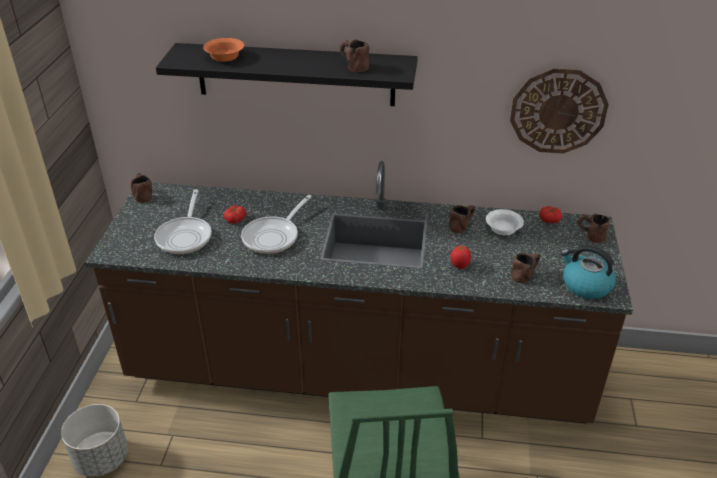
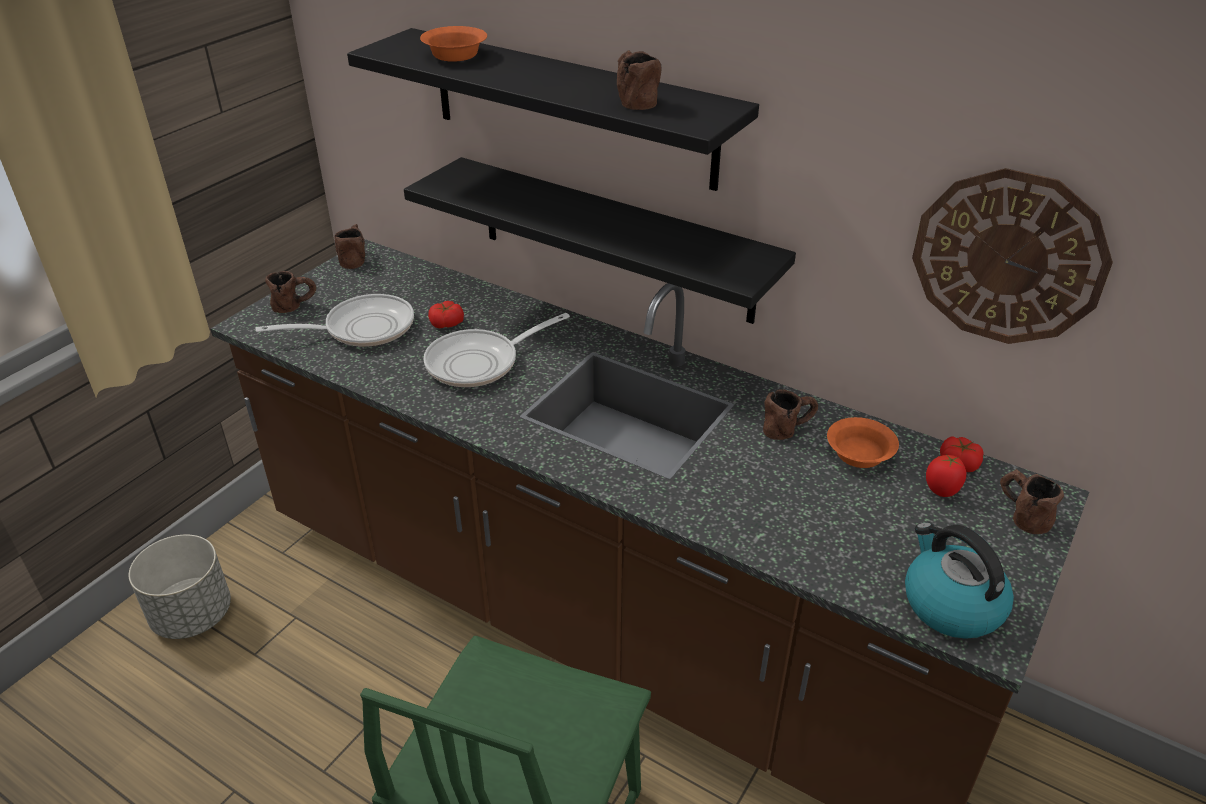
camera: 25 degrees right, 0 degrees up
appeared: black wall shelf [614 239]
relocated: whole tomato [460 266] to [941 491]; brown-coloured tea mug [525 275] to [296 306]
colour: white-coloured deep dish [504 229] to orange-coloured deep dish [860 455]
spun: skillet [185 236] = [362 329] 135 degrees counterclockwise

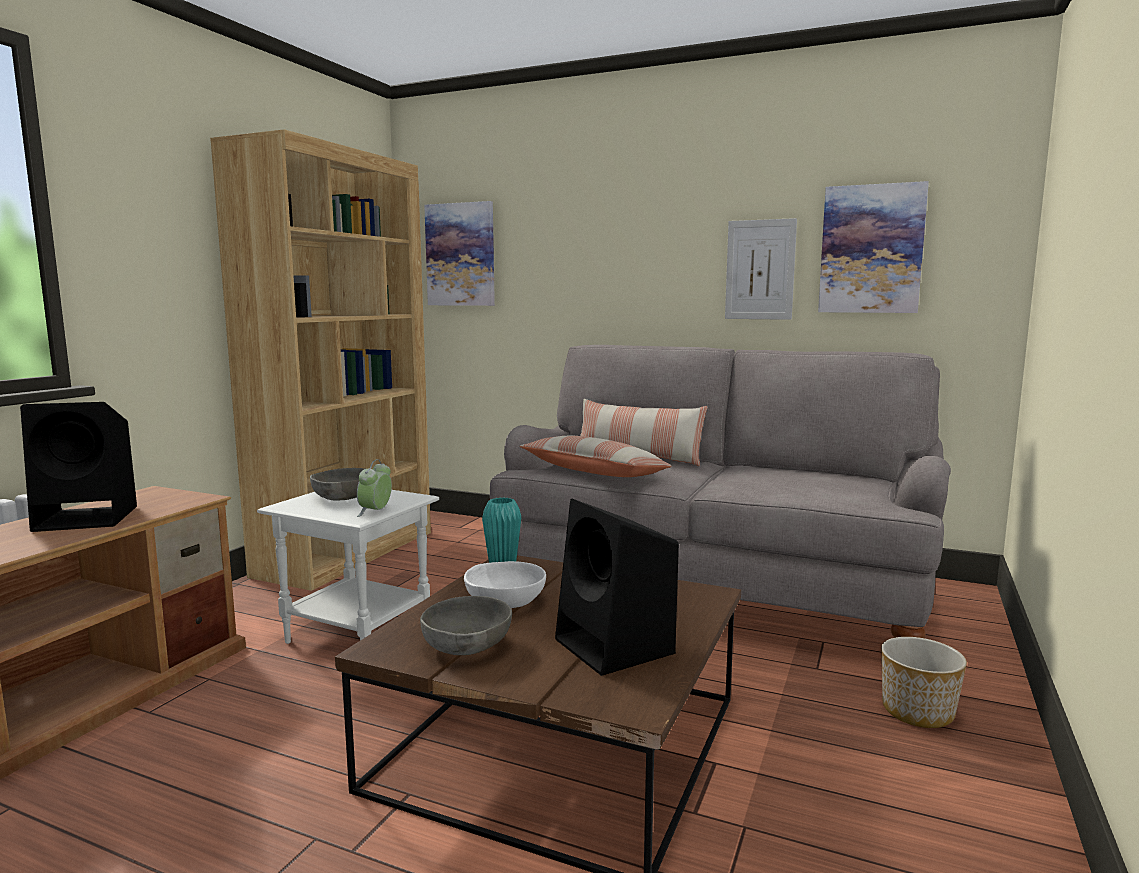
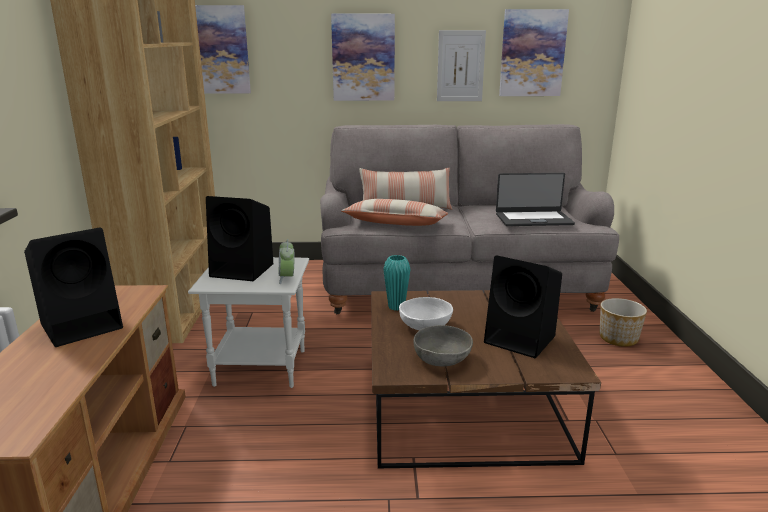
camera: 25 degrees left, 10 degrees up
appeared: picture [363 58]; laptop [533 219]
exchanged: greyish deep dish [345 498] to black loudspeaker [244 270]

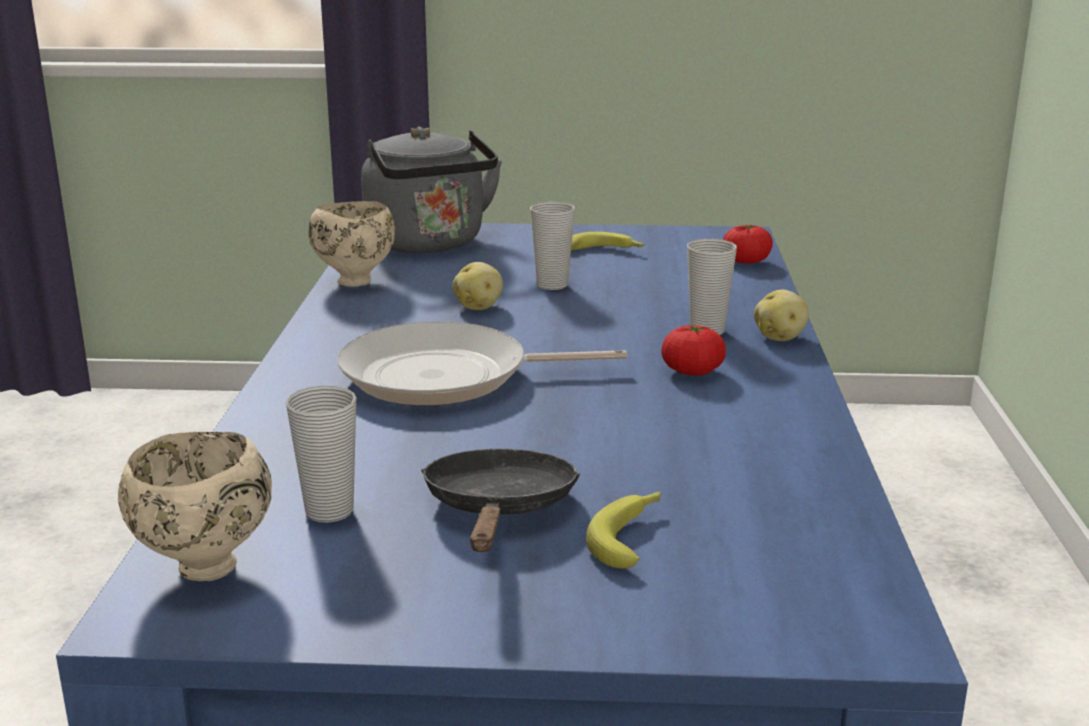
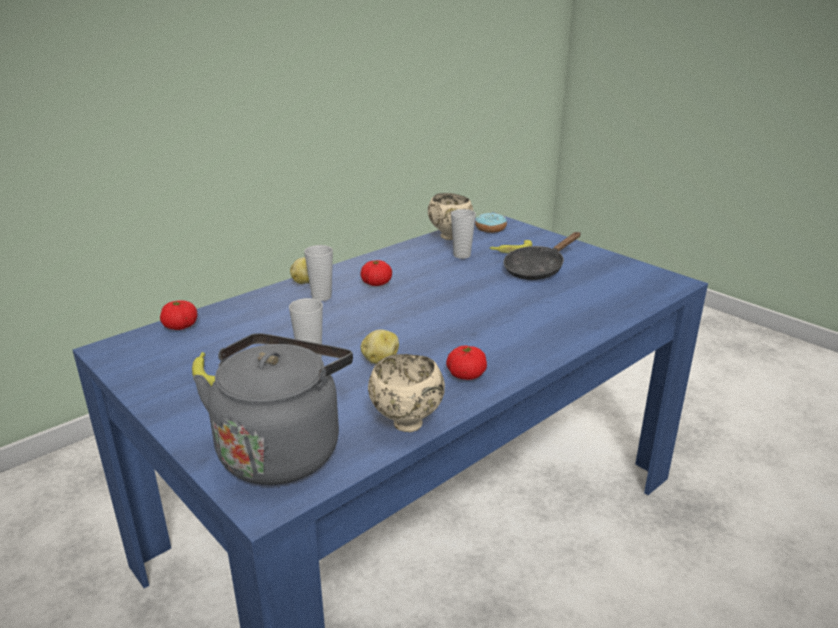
camera: 135 degrees left, 5 degrees up
missing: skillet [446 377]
appeared: whole tomato [466 375]; donut [490 228]
relocated: beige-coloured deep dish [203 569] to [450 237]; drinking cup [329 511] to [462 255]

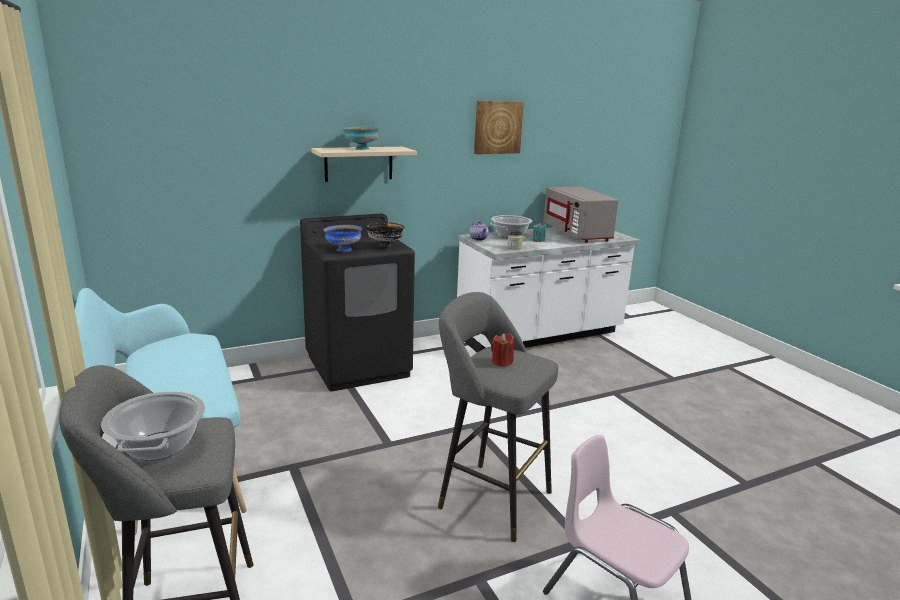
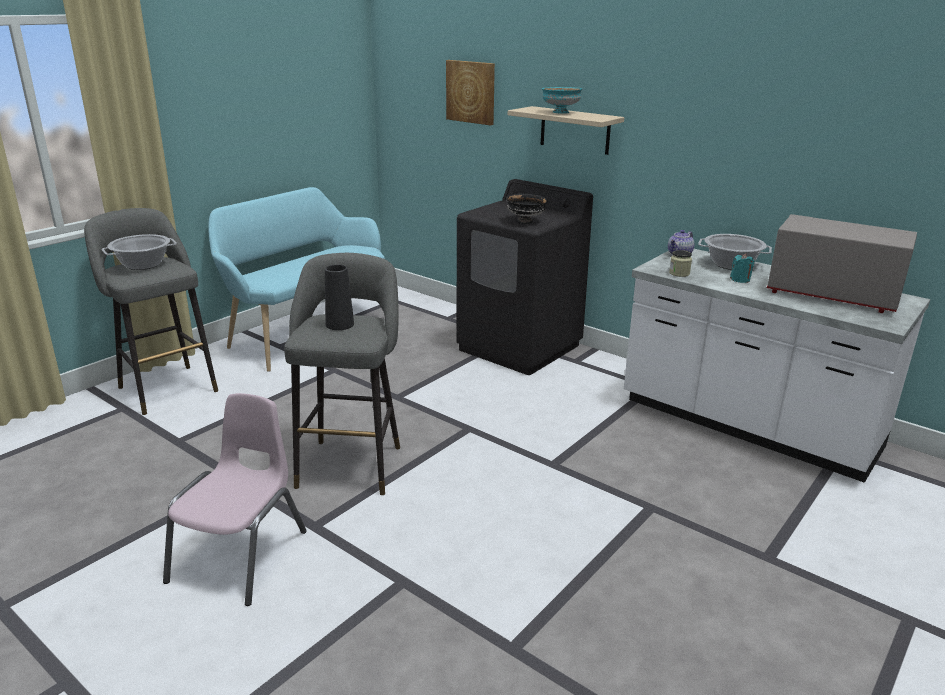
camera: 65 degrees right, 5 degrees up
missing: bluish deep dish [343 250]
relocated: picture [497 127] to [471 92]
exchanged: red candle [502 362] to black flower vase [339 324]
spun: greyish kitchen microwave [577 234] = [831 295] 75 degrees clockwise

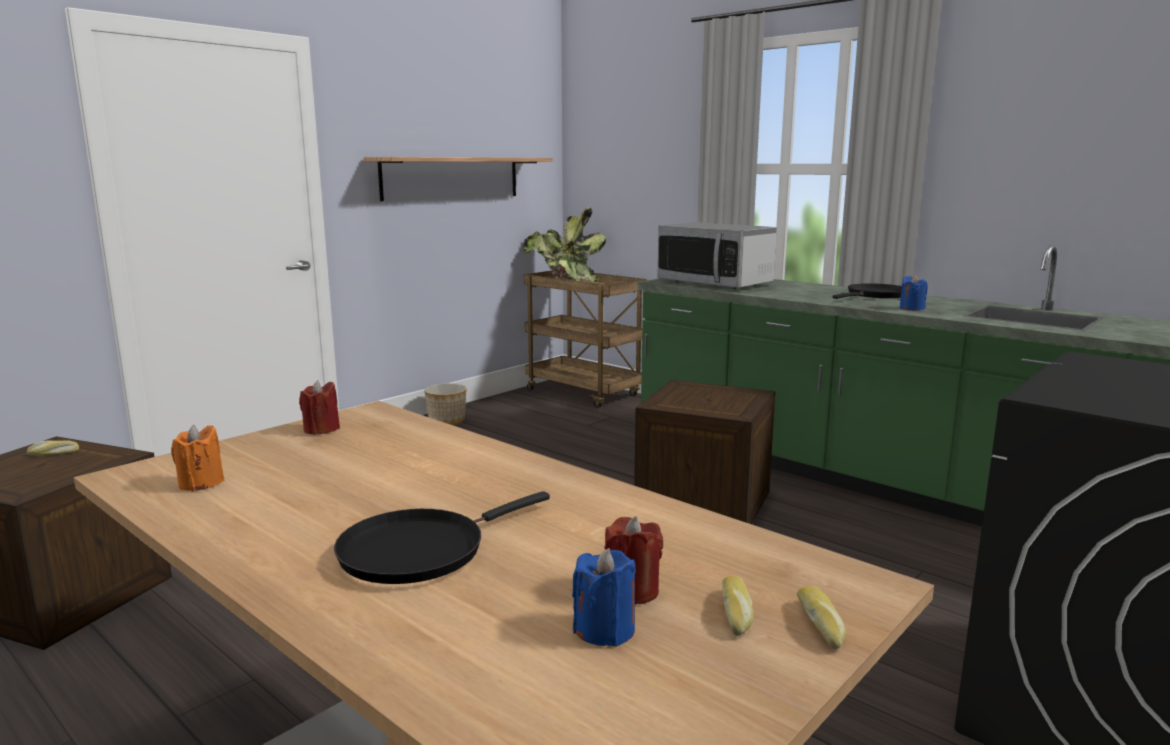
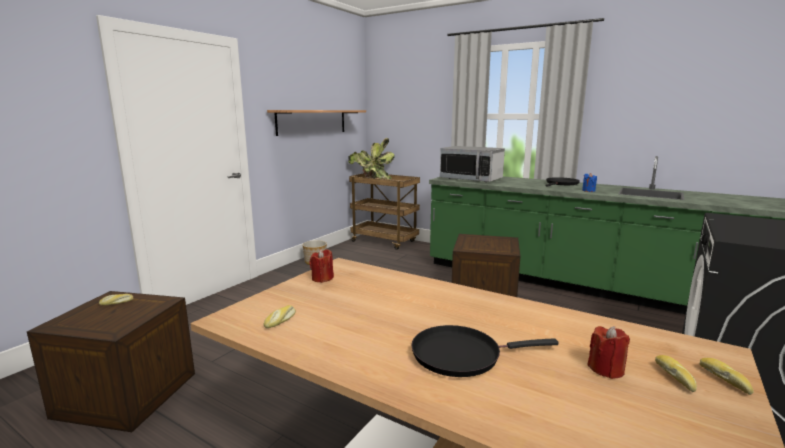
camera: 10 degrees left, 0 degrees up
missing: bluish candle [605 630]
exchanged: orange-coloured candle [201 483] to baked bread [281 321]
spun: black skillet [420 550] = [461 355] 45 degrees clockwise

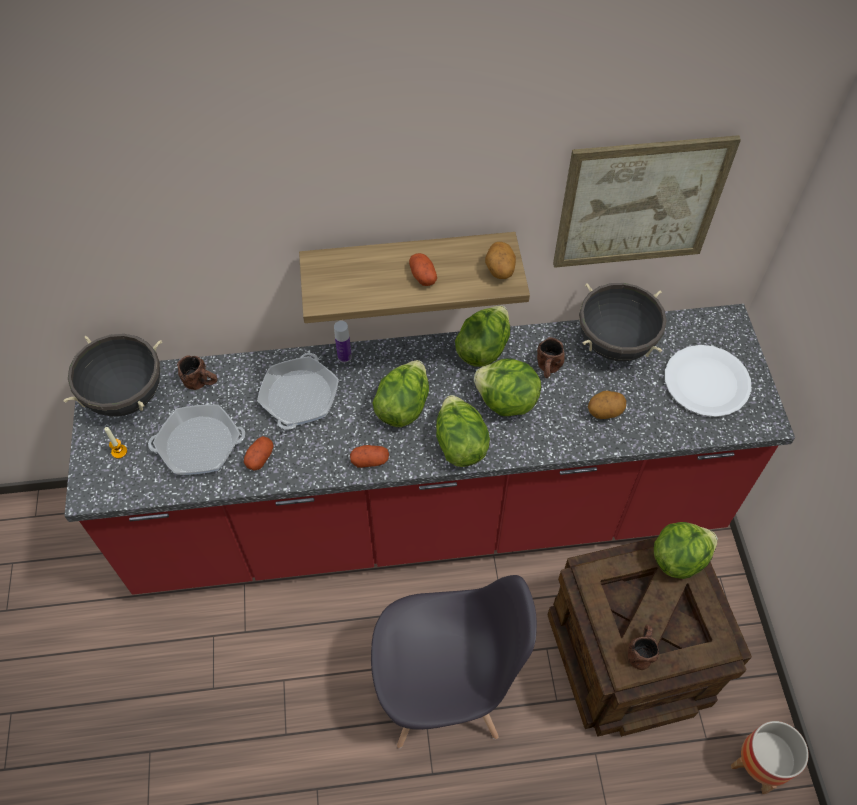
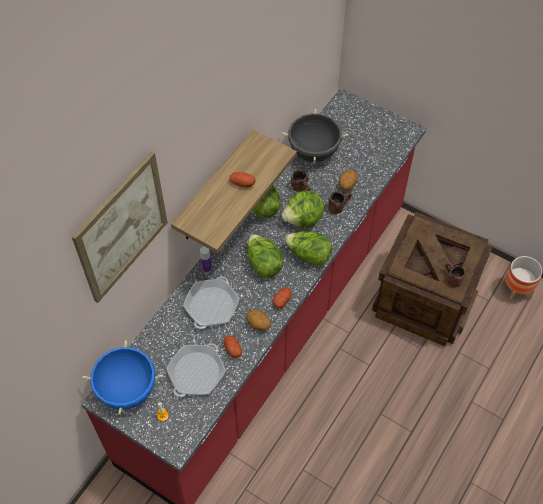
camera: 50 degrees left, 0 degrees up
missing: greyish chair [444 693]; lettuce [678 558]; white-coloured flat dish [706 382]
relocated: brown-coloured tea mug [202 383] to [340 206]; potato [499 270] to [258 325]; picture [639 203] to [122 228]
colour: black cooking pot [126 396] to bluish cooking pot [127 390]
spun: skillet [299 396] = [211 306] 60 degrees clockwise

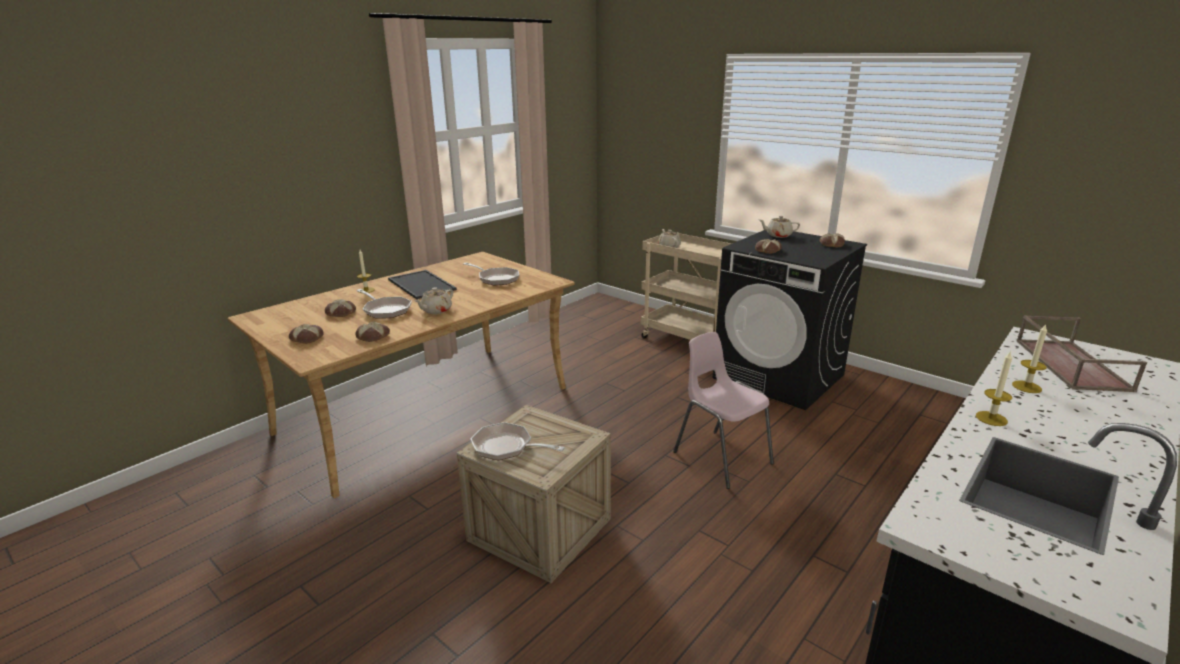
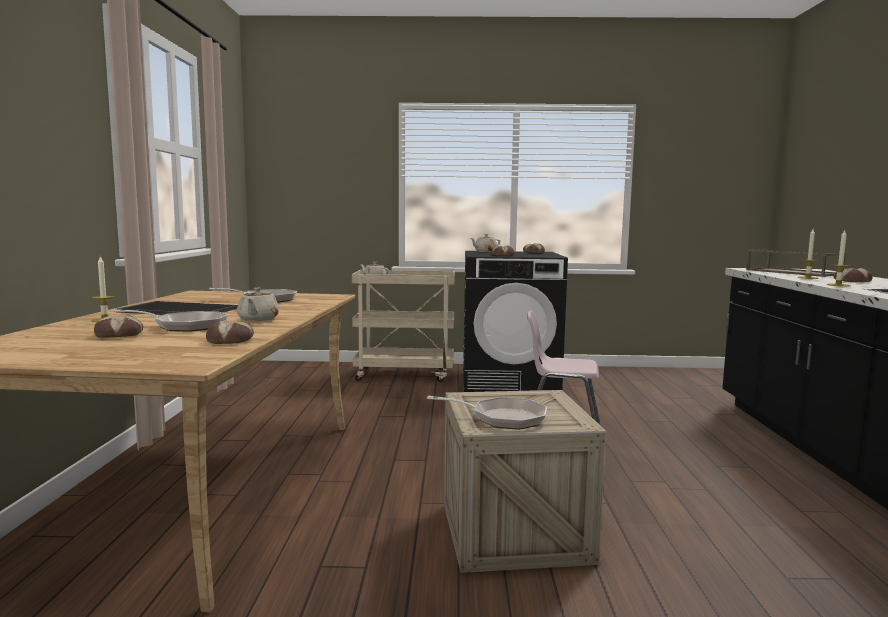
camera: 40 degrees left, 15 degrees down
relocated: baked bread [307 338] to [851 281]
spun: skillet [507 447] = [502 418] 150 degrees counterclockwise

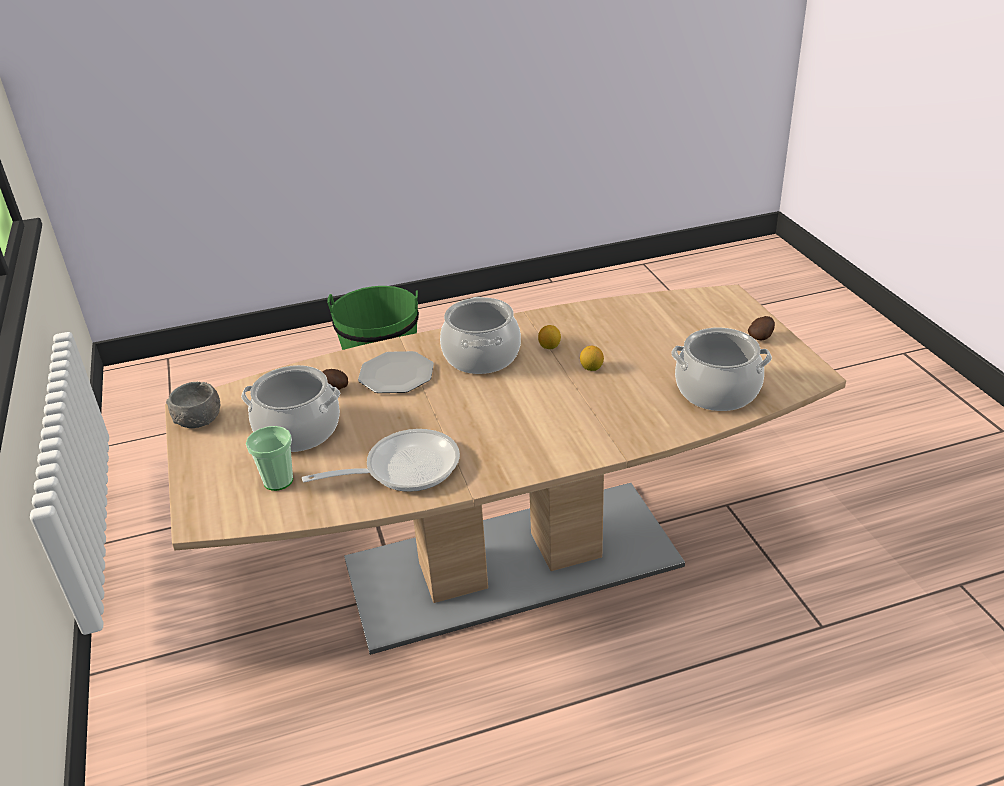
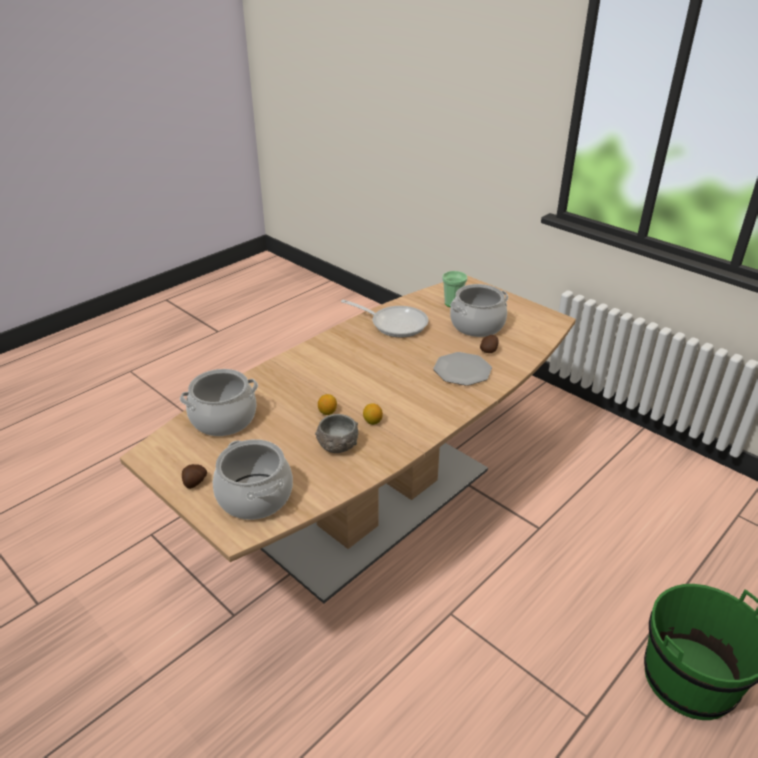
camera: 150 degrees right, 0 degrees up
relocated: greyish deep dish [198 419] to [338 445]; cooking pot [481 356] to [255 496]
spun: skillet [404 468] = [394 323] 105 degrees counterclockwise

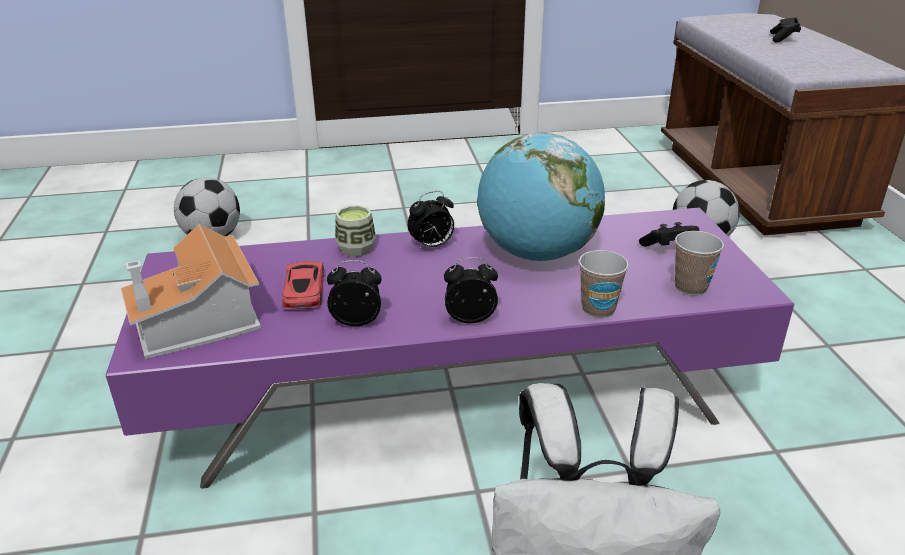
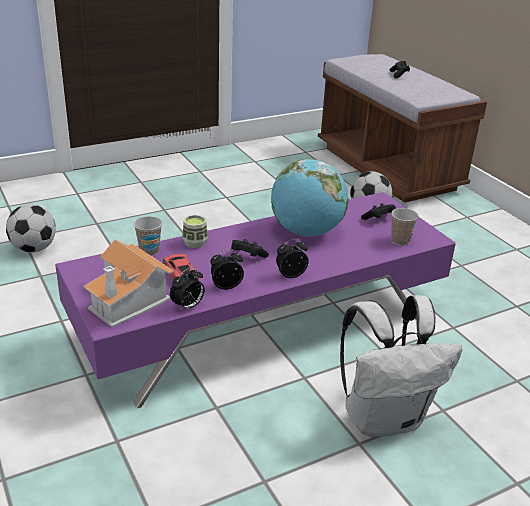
camera: 20 degrees left, 0 degrees up
appeared: black gamepad [247 256]
relocated: alarm clock [432 246] to [188 306]; drinking cup [598 309] to [149 251]

